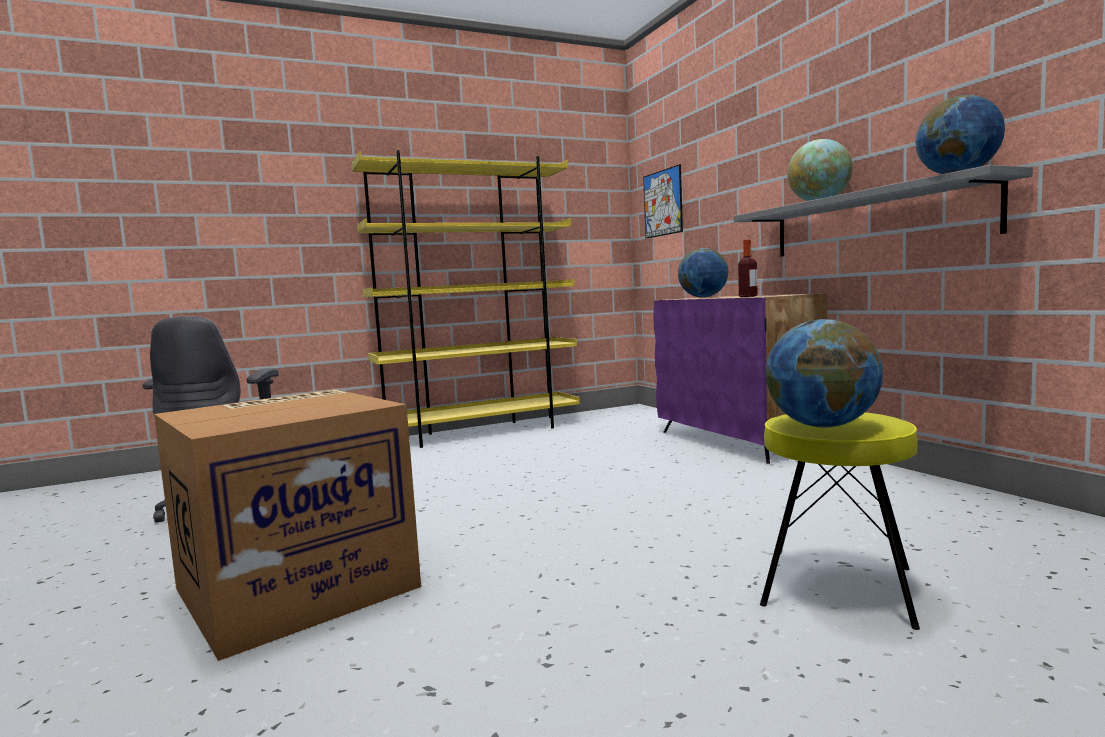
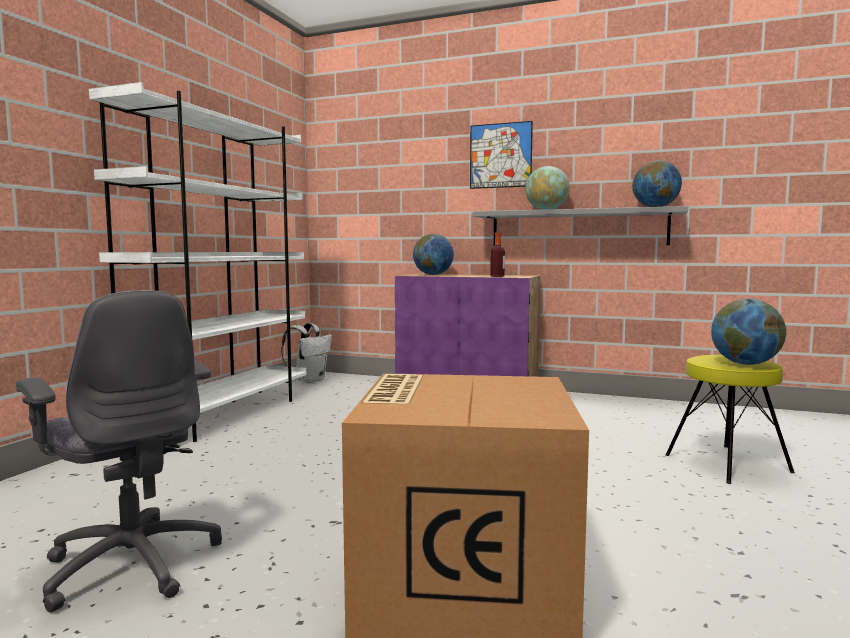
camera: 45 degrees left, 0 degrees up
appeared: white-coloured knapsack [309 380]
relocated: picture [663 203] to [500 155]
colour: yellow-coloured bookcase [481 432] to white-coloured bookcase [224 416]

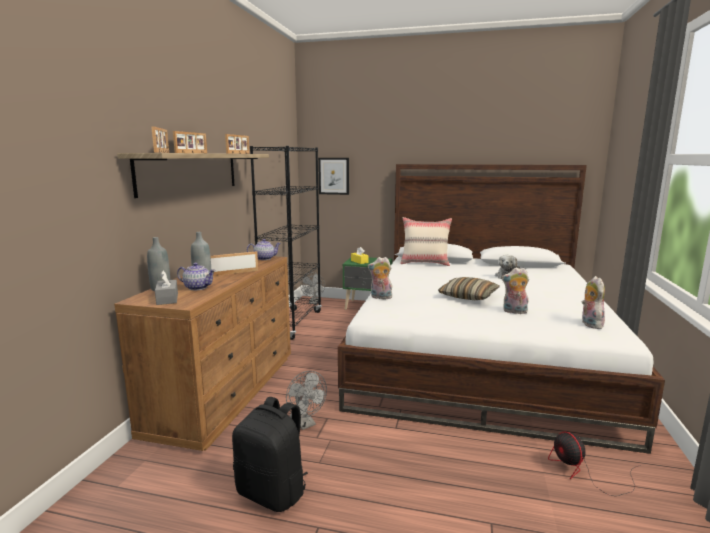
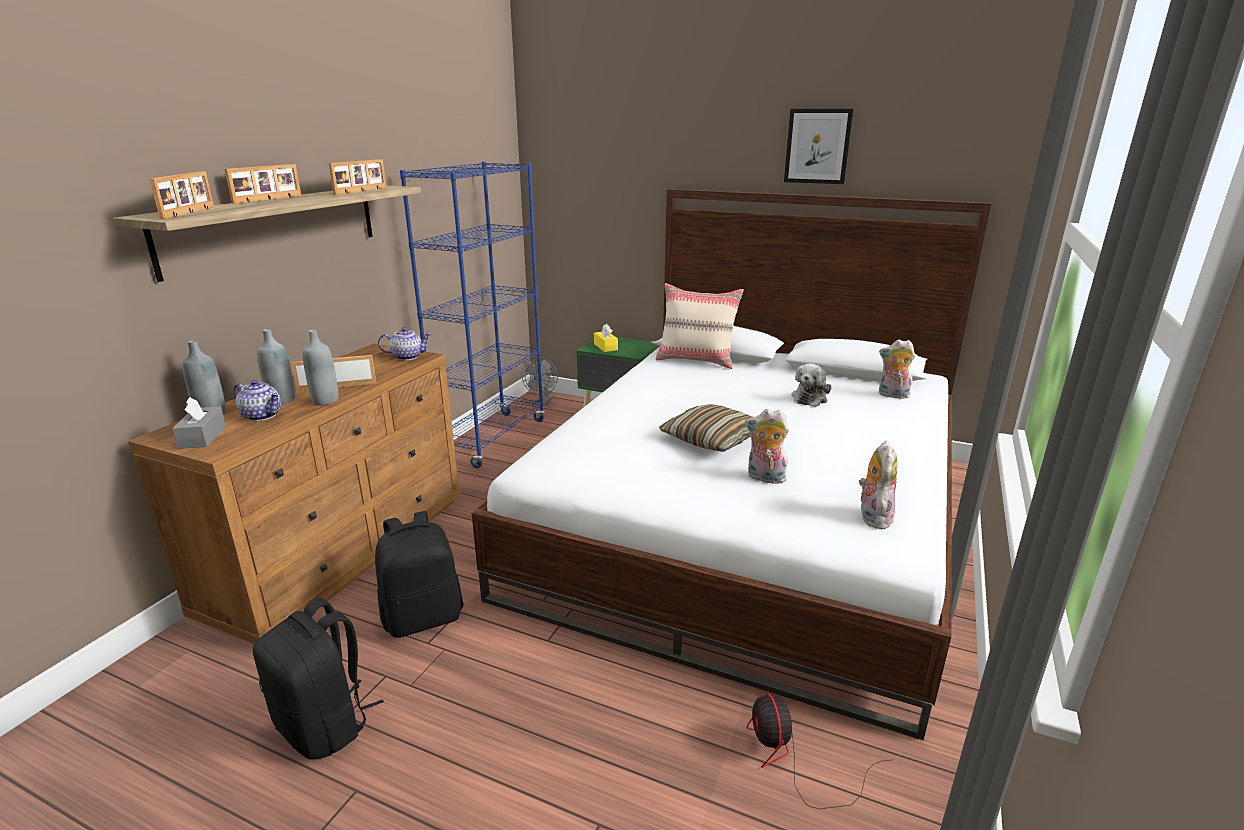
camera: 10 degrees right, 10 degrees up
appeared: greyish beverage bottle [325 401]
relocated: picture [334 176] to [817 146]; plush toy [380 297] to [892 395]
exchanged: greyish cooling fan [305 423] to black knapsack [423 617]
colour: black bookcase [292 323] to bluish bookcase [492 439]

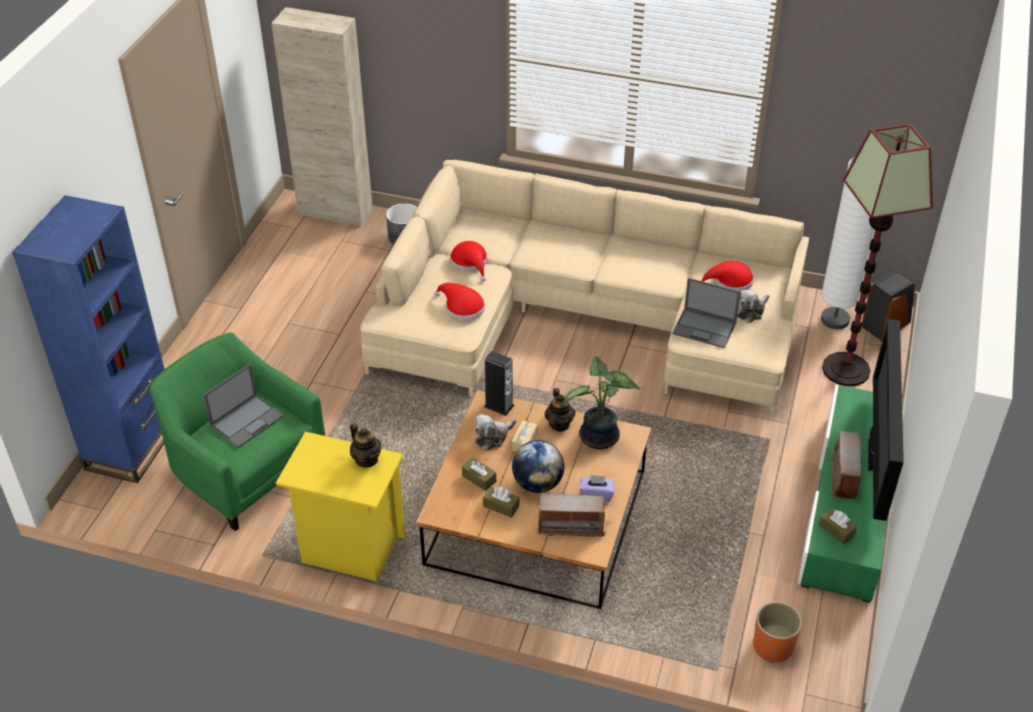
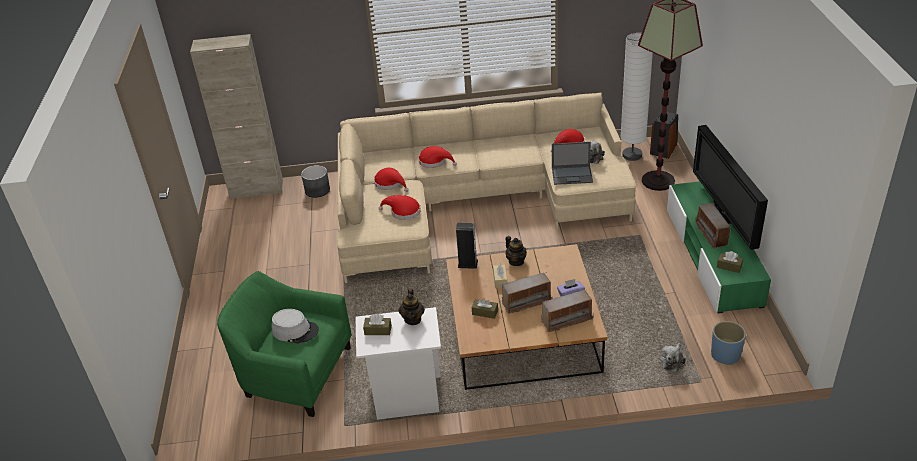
camera: 20 degrees left, 5 degrees down
missing: bluish bookcase [132 446]; plant in a pot [599 439]
appeared: red clothing hat [434 161]
relocated: plush toy [493 437] to [672 361]; brown-coloured tissue box [501 506] to [378 330]
exchanged: laptop [247 420] to greyish clothing hat [295 330]; world globe [537 483] to radio [526 302]
colour: yellow-coloured night table [349 549] to white-coloured night table [406 398]; orange-coloured planter [773 647] to bluish planter [725 355]
spun: tea pot [366 459] = [413 319] 60 degrees clockwise

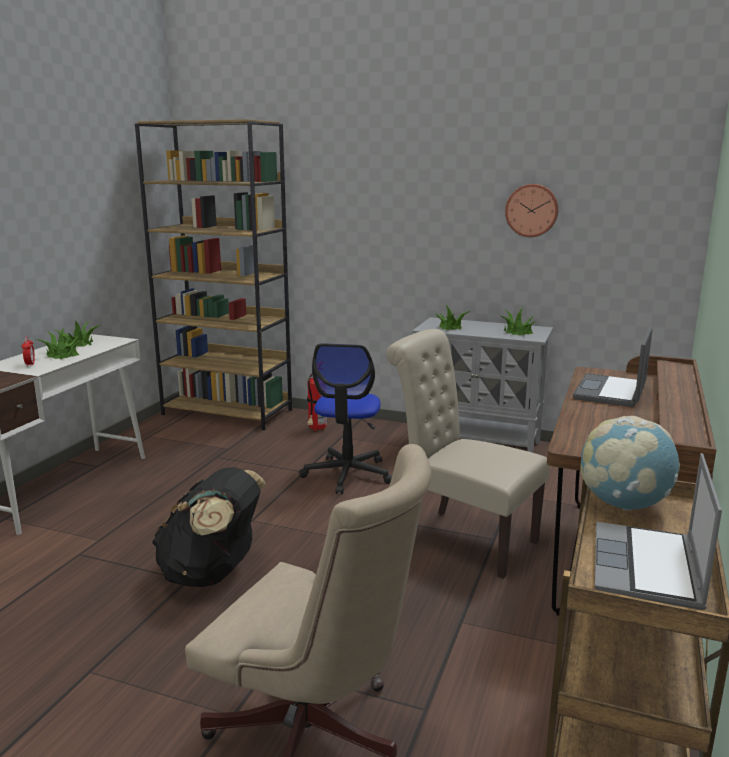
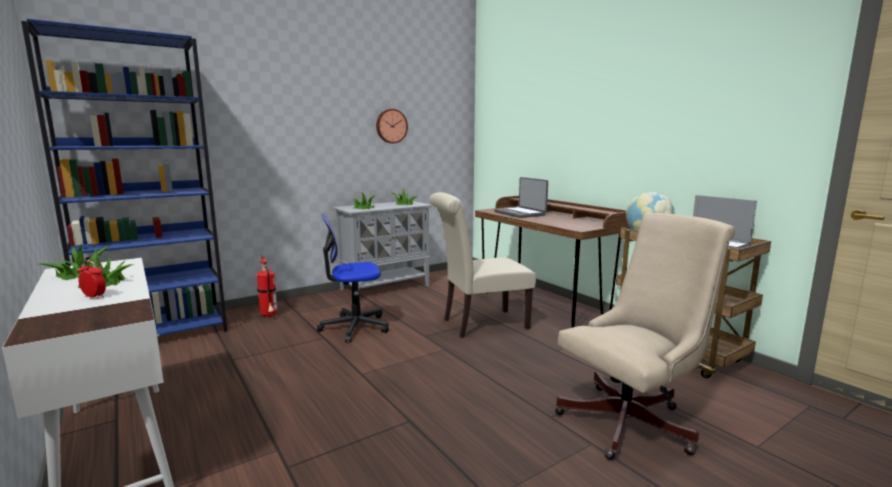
camera: 55 degrees left, 5 degrees down
missing: black knapsack [212 574]
colour: brown-coloured bookcase [228 412] to bluish bookcase [159 334]
spun: office chair [347 474] = [354 327] 120 degrees clockwise

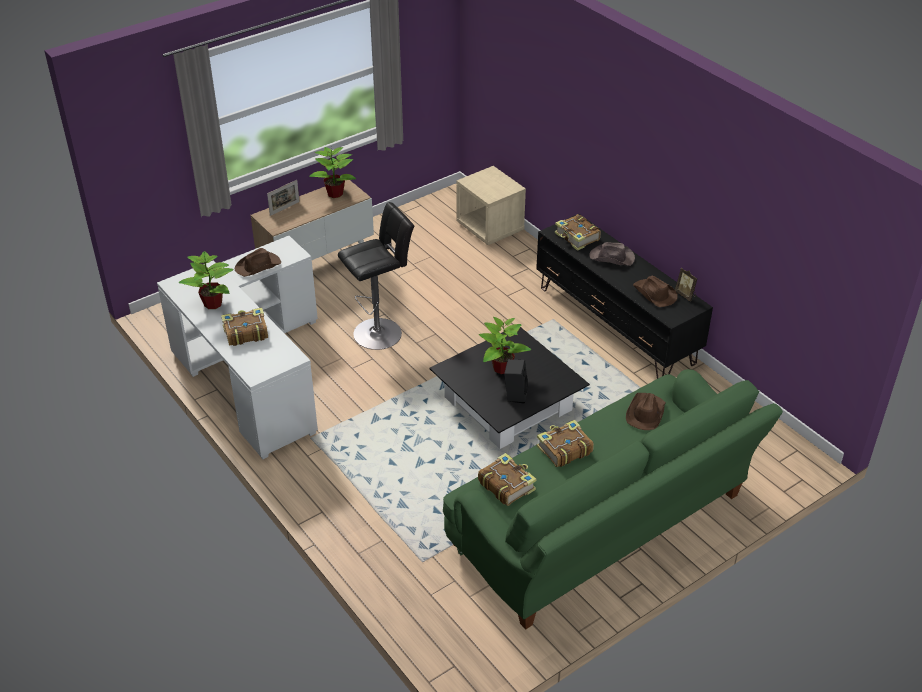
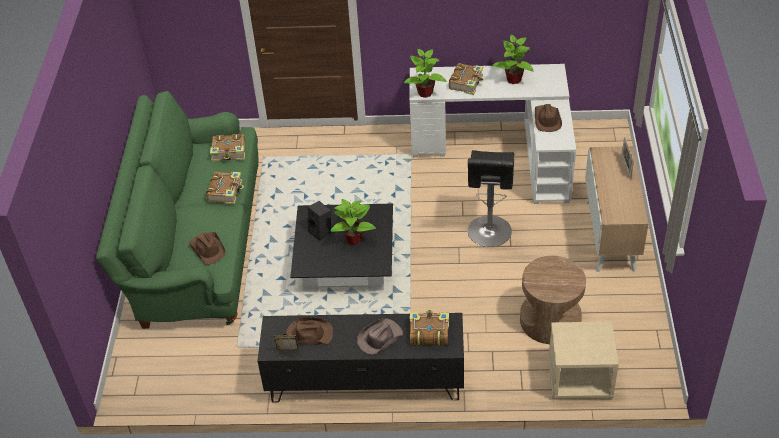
camera: 130 degrees right, 5 degrees up
appeared: brown-coloured accent table [550 320]
relocated: plant in a pot [335 193] to [425 93]

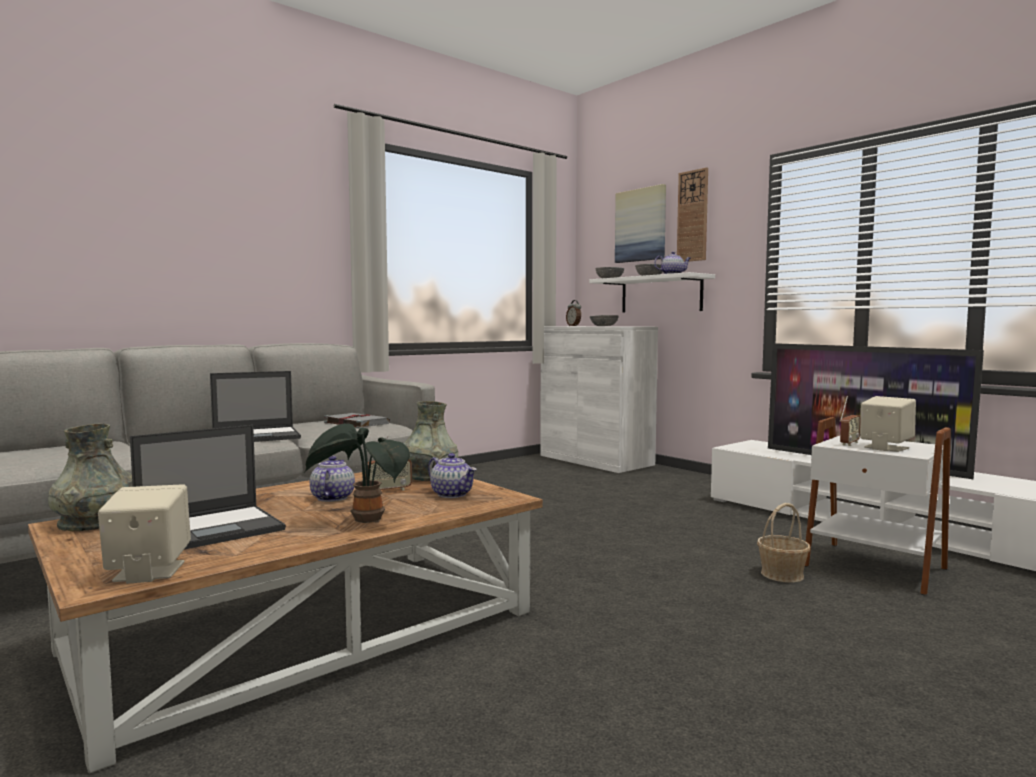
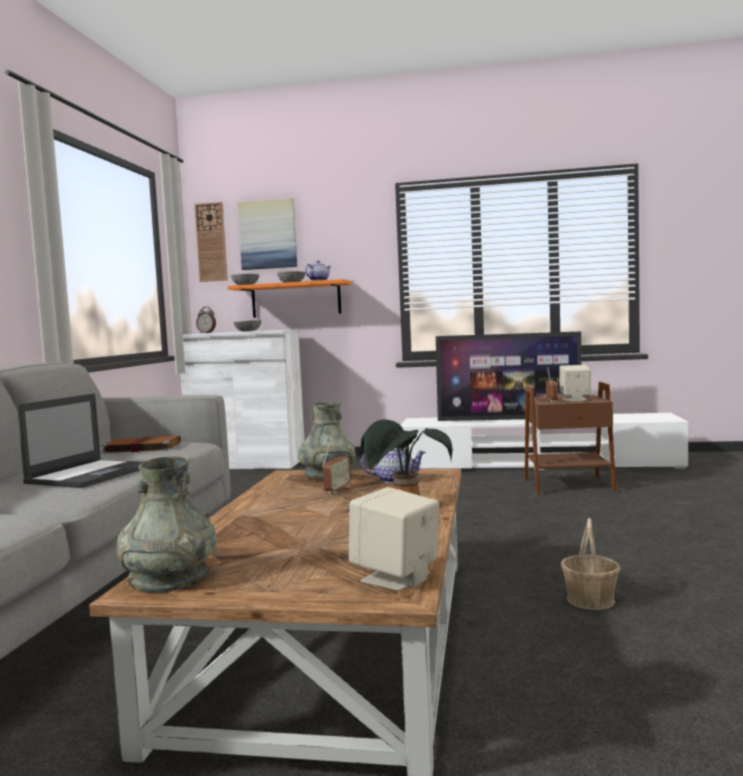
camera: 40 degrees left, 0 degrees up
missing: laptop [212 529]; tea pot [332 498]
relocated: clock on the wall [692 216] to [211 242]; basket [782 574] to [590 600]
colour: greyish volume [356 423] to brown-coloured volume [140 448]; white-coloured wall shelf [661 294] to orange-coloured wall shelf [296 299]; white-coloured accent table [874 568] to brown-coloured accent table [569 485]

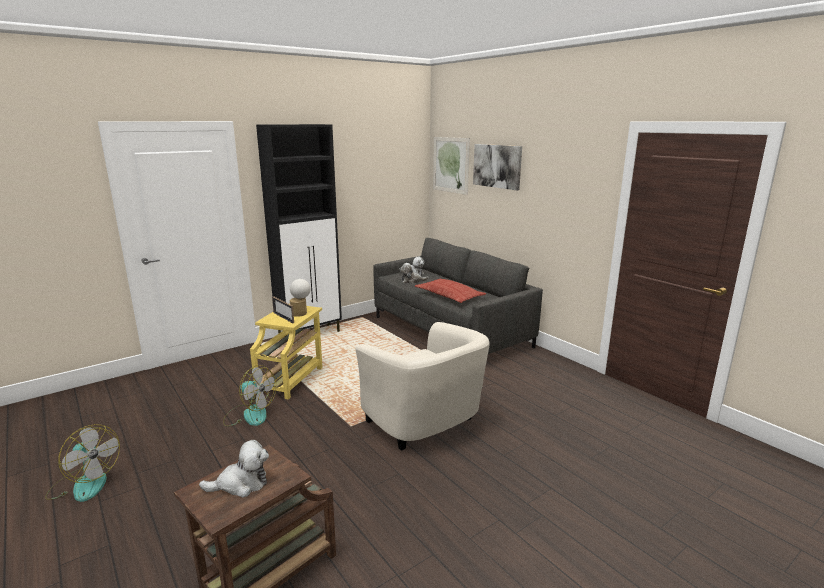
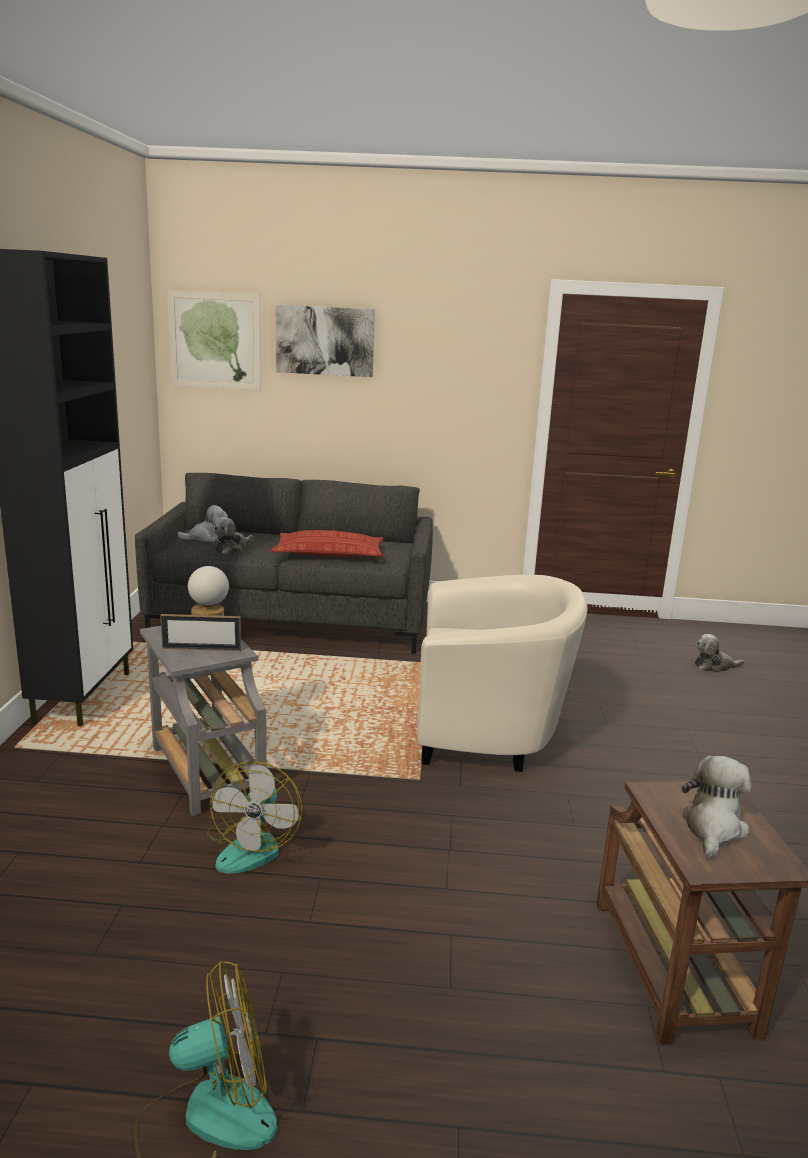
camera: 50 degrees left, 0 degrees up
appeared: plush toy [714 666]
colour: yellow-coloured accent table [291 379] to greyish accent table [206 769]
spun: cooling fan [249 414] = [252 846] 120 degrees clockwise

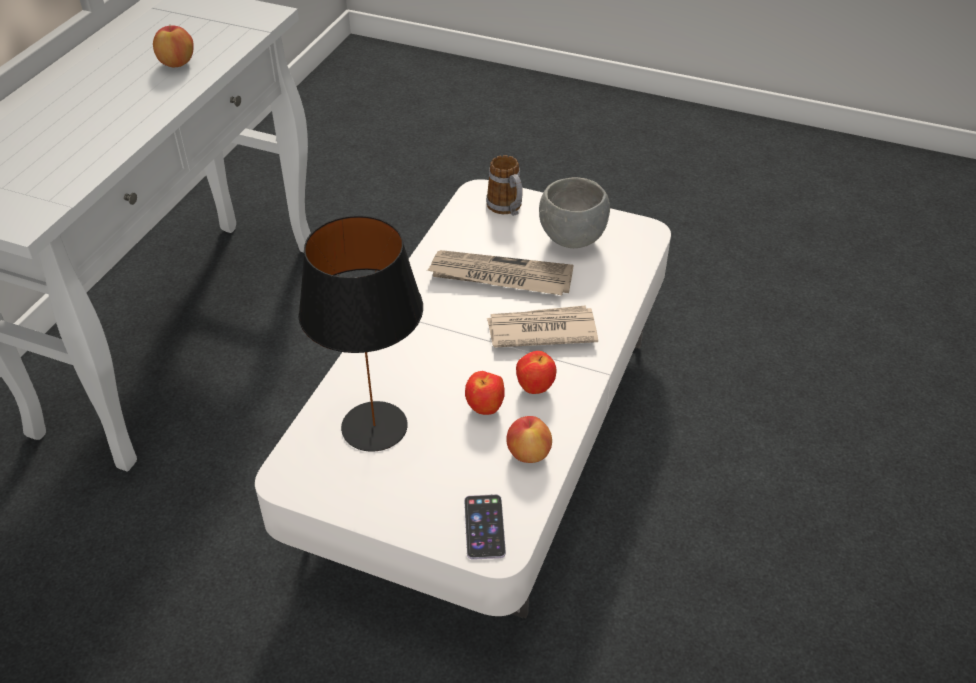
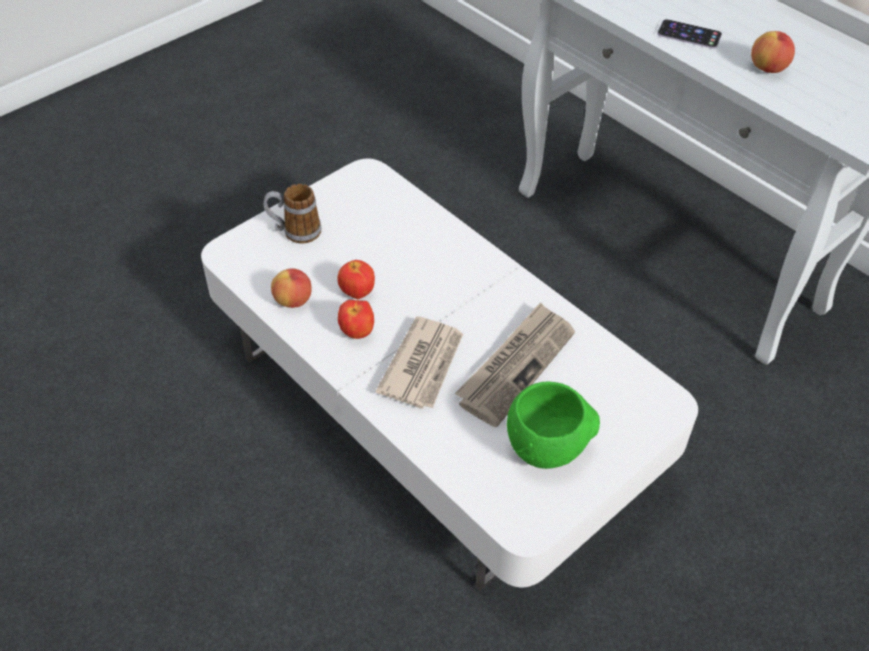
camera: 115 degrees right, 5 degrees up
missing: black lamp for a table [375 427]
relocated: phone [484 527] to [689 34]; tea mug [507 209] to [295 231]
colour: greyish deep dish [571 239] to greenish deep dish [546 450]

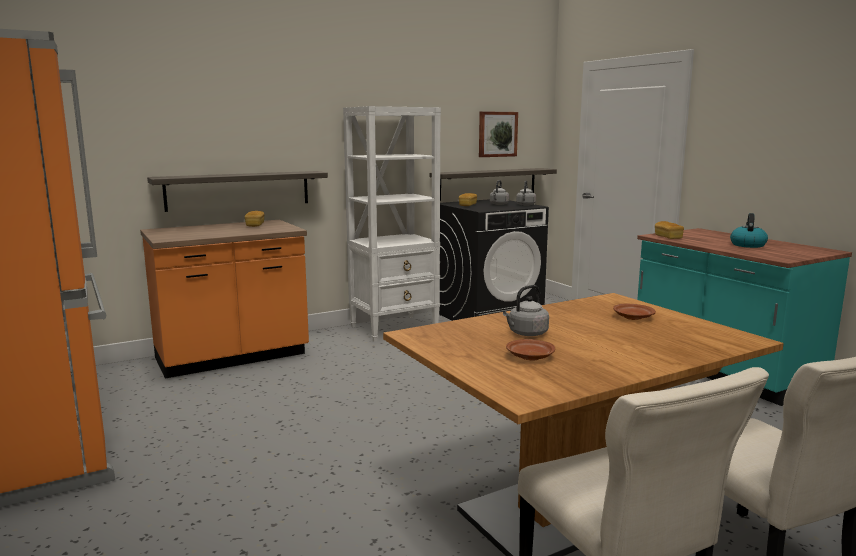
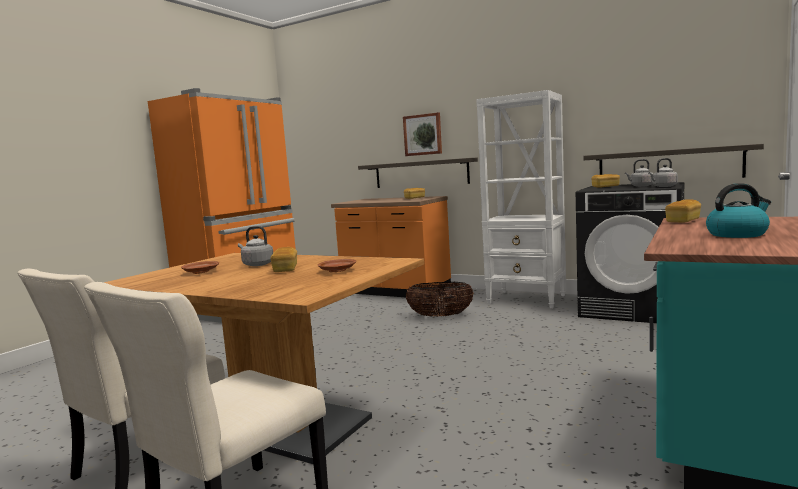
camera: 60 degrees right, 5 degrees down
appeared: baked bread [285 269]; basket [440 316]
relocated: picture [497 134] to [423 134]

